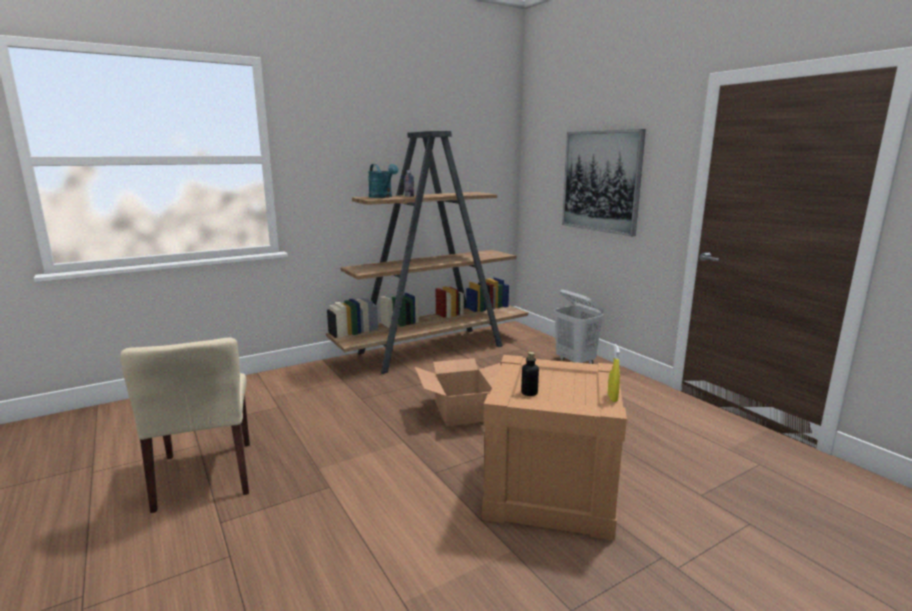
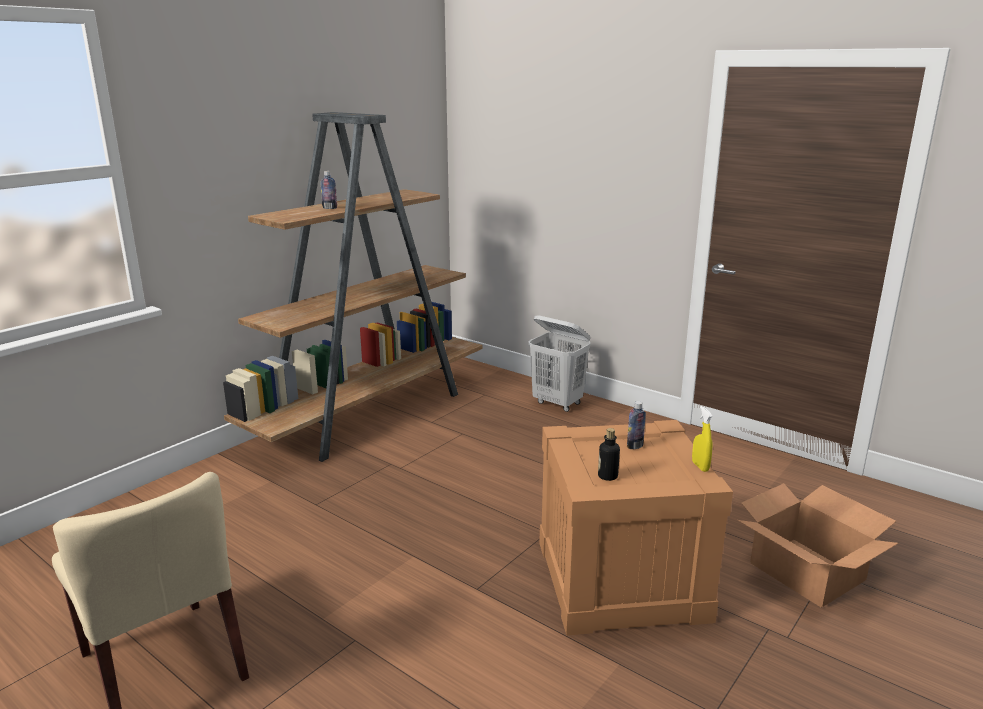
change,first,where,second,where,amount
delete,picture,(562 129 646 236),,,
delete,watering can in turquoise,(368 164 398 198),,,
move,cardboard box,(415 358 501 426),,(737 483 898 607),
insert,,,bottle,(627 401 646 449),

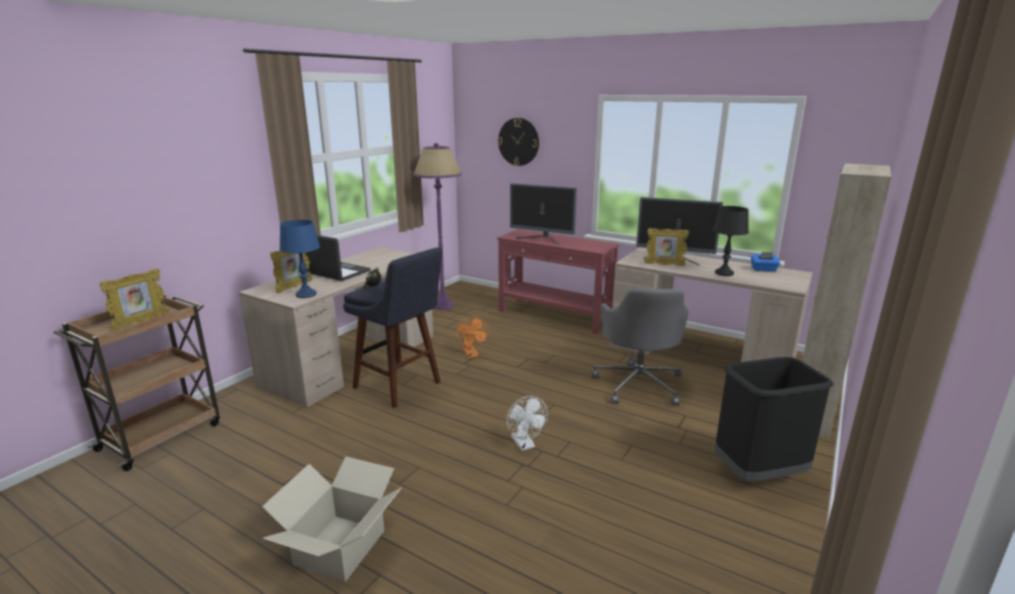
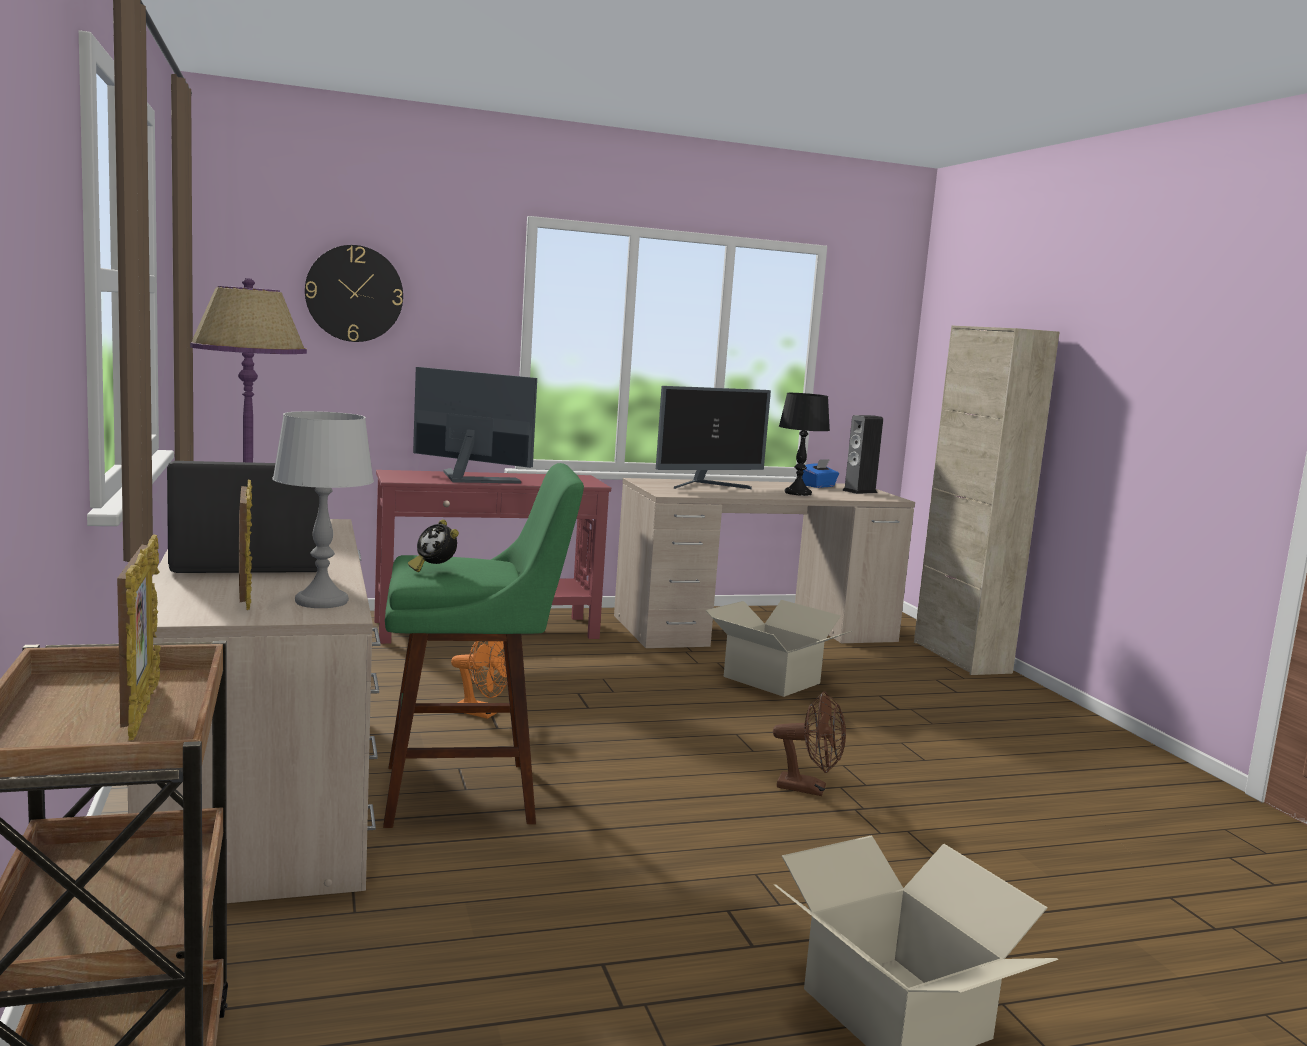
change,first,where,second,where,amount
rotate,monitor,(510 183 577 245),,(413 367 537 483),135 degrees counterclockwise
recolor,table lamp in blue,(279 220 320 298),table lamp in grey,(272 411 374 608),
delete,picture frame,(645 228 689 266),,,
recolor,stool in blue,(343 247 442 408),stool in green,(383 463 584 828),
replace,office chair in grey,(591 288 689 405),cardboard box,(705 600 852 697),
delete,trash can in black,(715 357 834 481),,,
recolor,fan in white,(507 396 548 451),fan in brown,(773 692 846 796),
insert,,,speaker,(842 415 883 494),

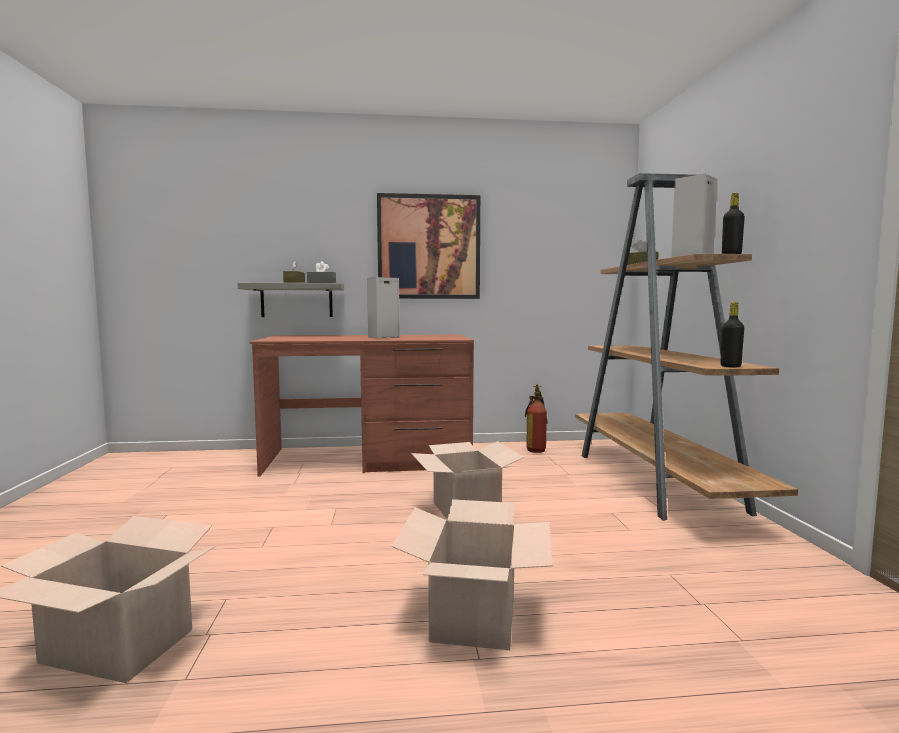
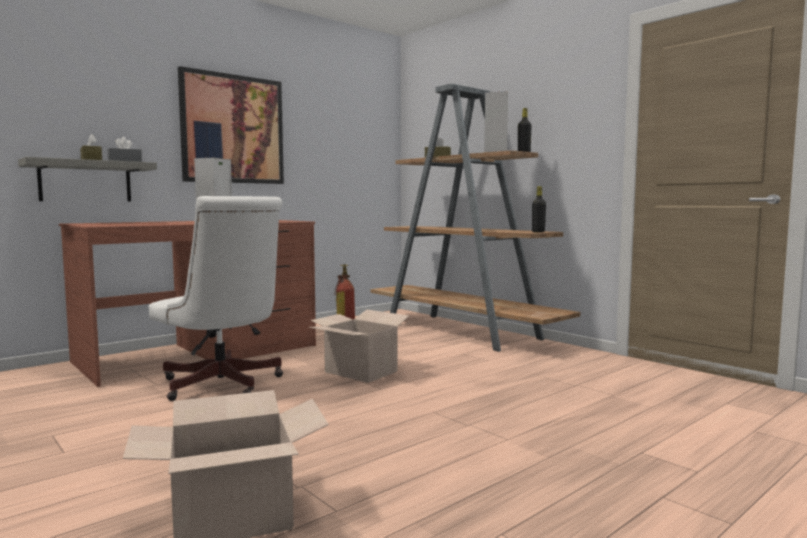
change,first,where,second,where,amount
delete,cardboard box,(392 499 553 650),,,
insert,,,office chair in white,(149 196 283 401),

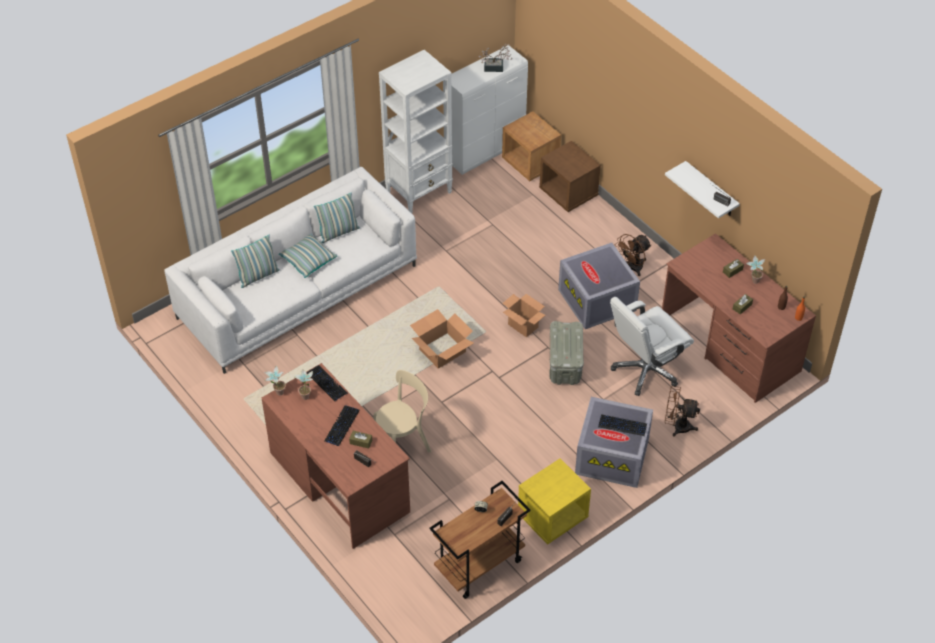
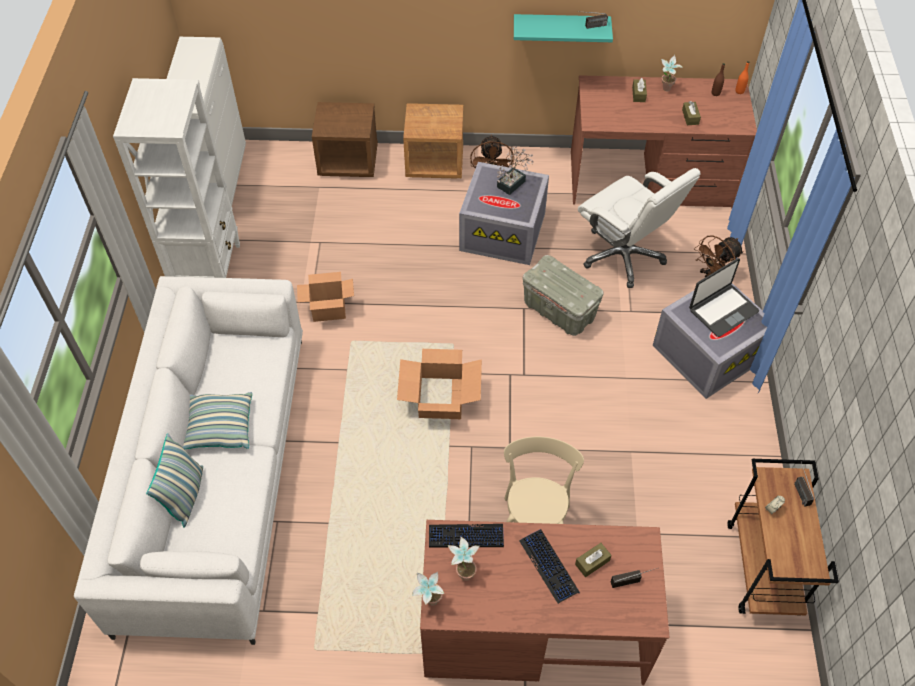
change,first,where,second,where,amount
move,potted plant,(479 44 512 72),,(497 146 533 195),
move,nightstand in brown,(502 111 561 181),,(403 103 463 179),
recolor,shelf in white,(665 161 740 219),shelf in turquoise,(514 14 613 42),
delete,pillow,(314 192 360 243),,,
move,cardboard box,(502 294 545 338),,(297 272 354 322),
rotate,office chair in white,(610 297 694 396),,(578 168 701 288),45 degrees counterclockwise
replace,keyboard,(598 414 647 436),laptop,(689 258 759 337),
delete,nightstand in yellow,(518 458 591 545),,,

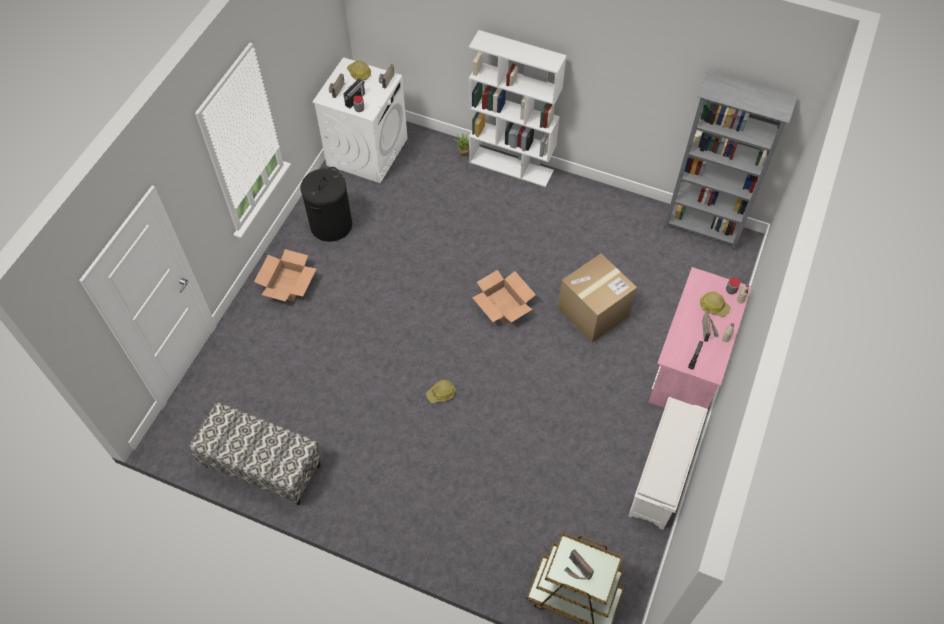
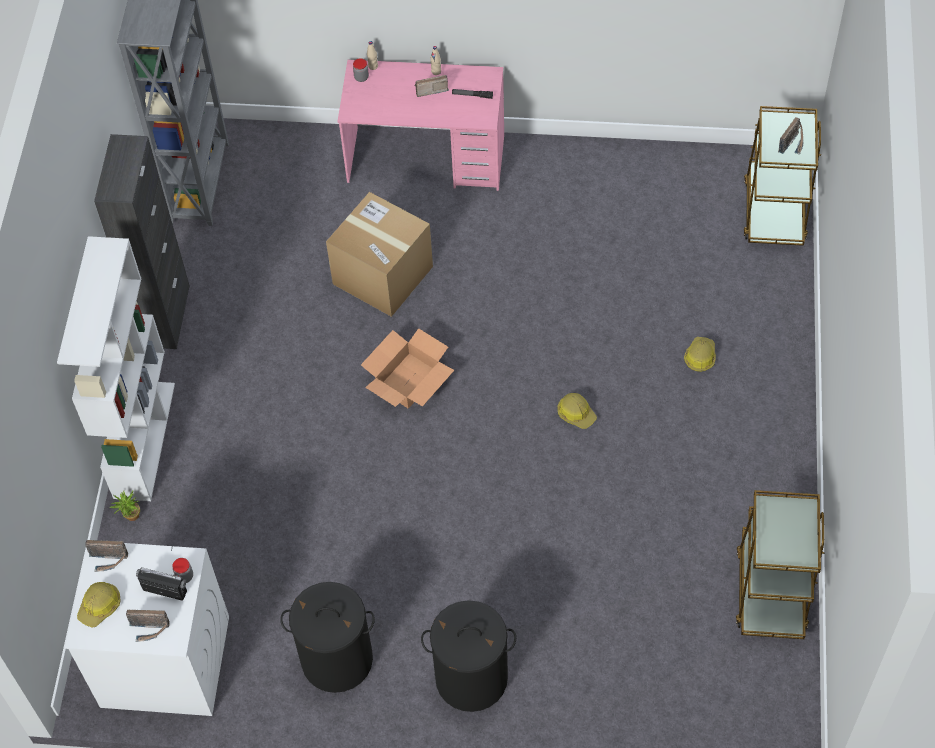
change,first,where,second,where,amount
replace,cardboard box,(254 249 316 302),laundry basket in black,(421 600 516 712),
move,hard hat,(700 292 731 317),,(684 337 716 372),
delete,shoe rack in white,(629 397 708 530),,,
replace,bench,(189 402 322 505),cart in brown,(736 490 824 639),
insert,,,cabinet in black,(94 134 190 349),

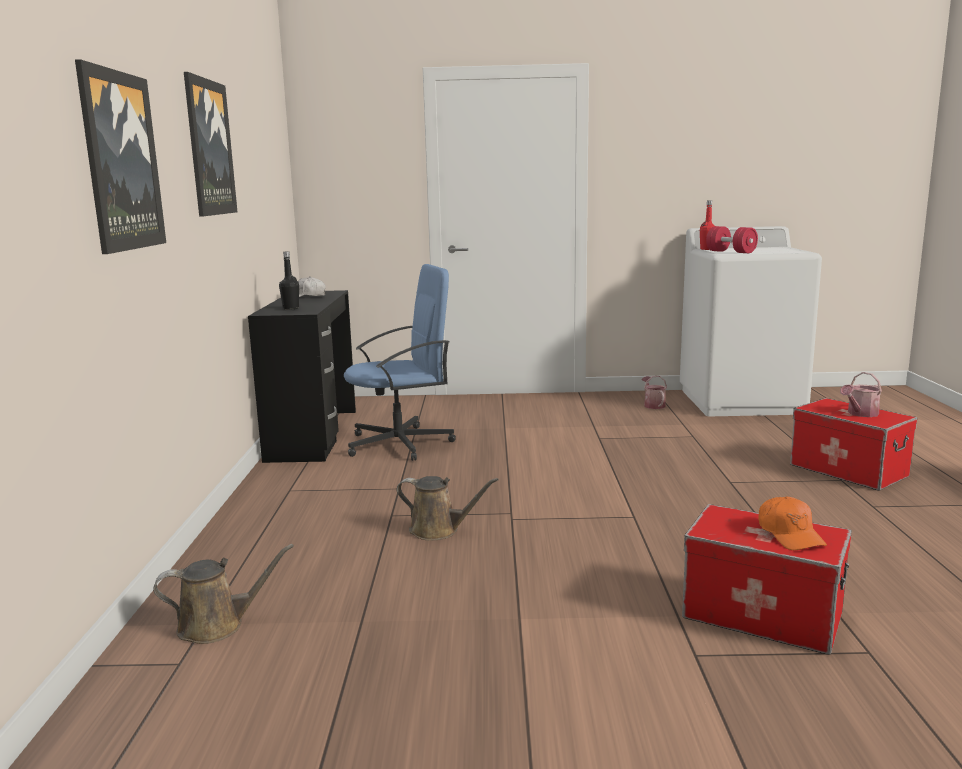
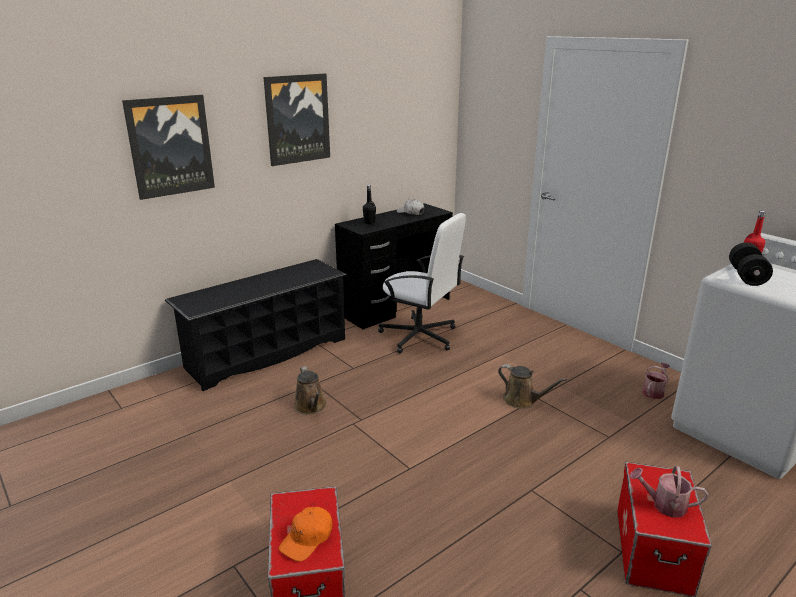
change,first,where,second,where,amount
recolor,dumbbell in red,(706 226 758 253),dumbbell in black,(729 243 773 286),
recolor,office chair in blue,(344 264 456 461),office chair in white,(378 213 466 353),
move,watering can in brown,(153 544 294 644),,(498 364 567 409),
insert,,,shoe rack in black,(165 259 347 391),

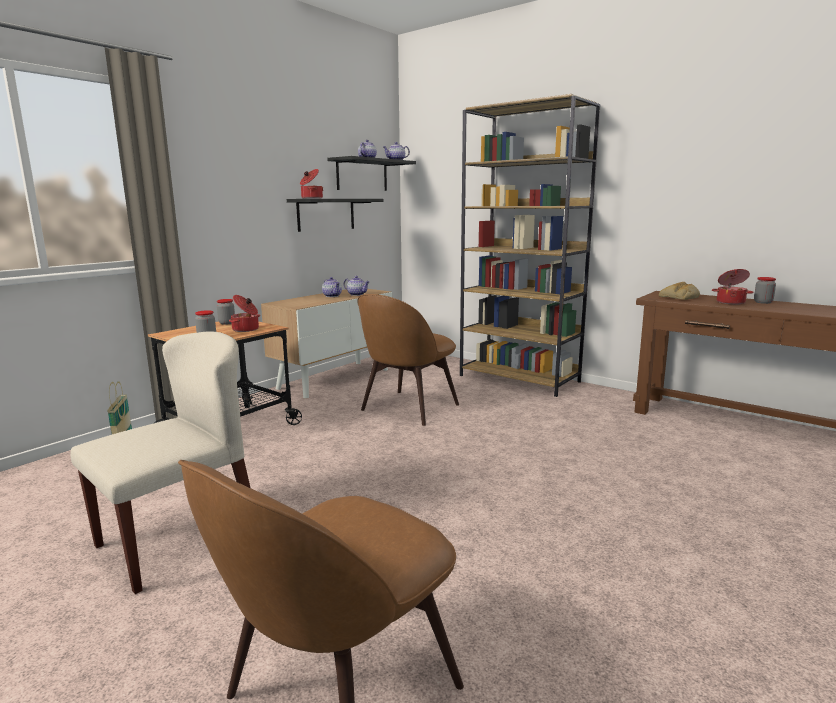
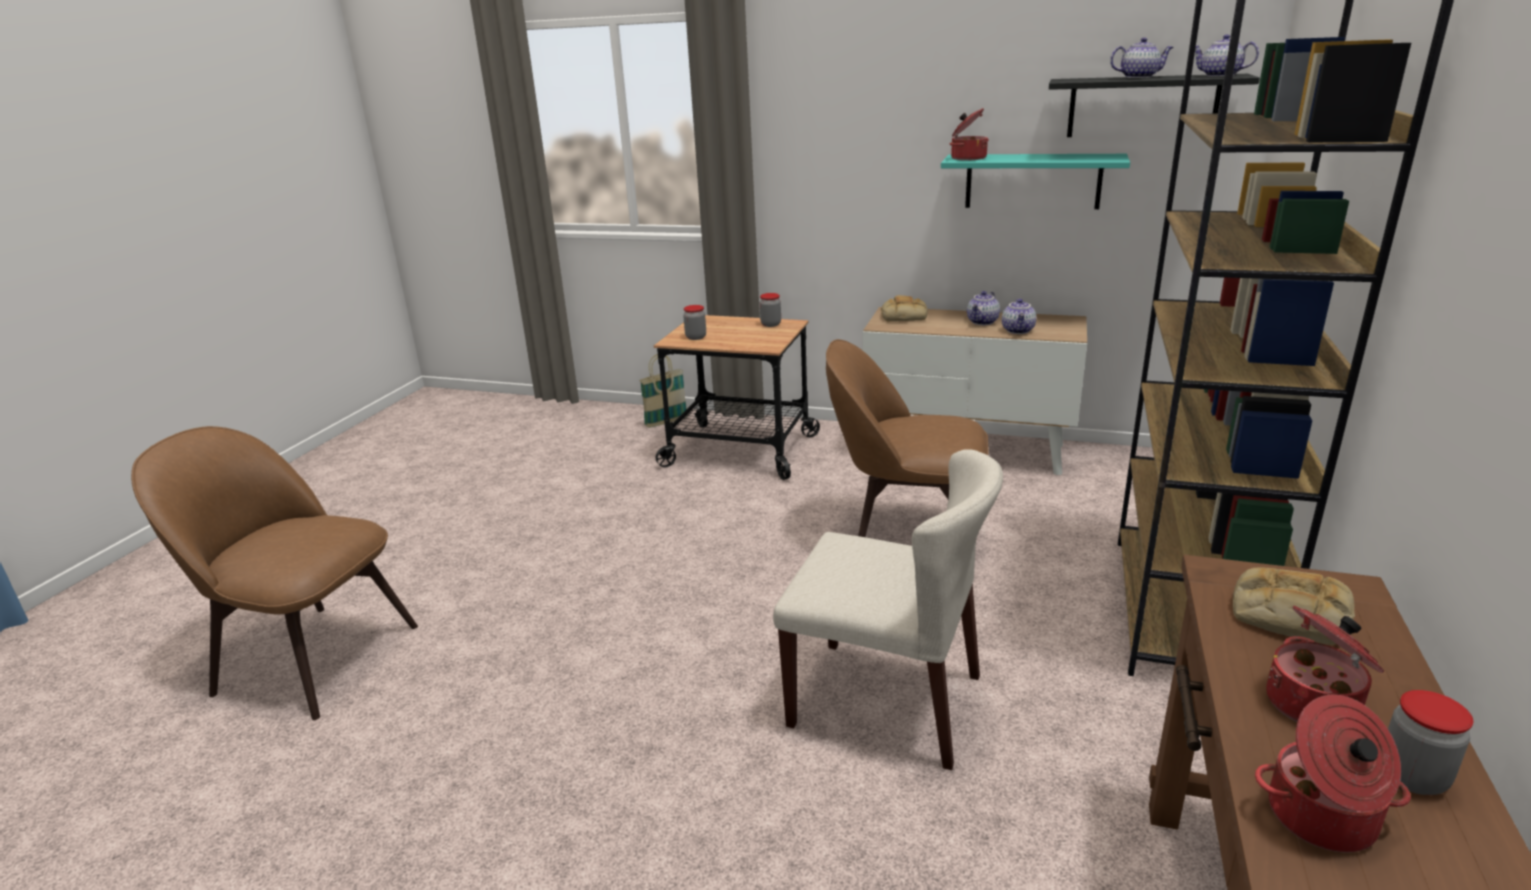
change,first,where,second,where,amount
recolor,shelf in black,(287 199 384 232),shelf in turquoise,(941 154 1130 209),
move,cooking pot,(229 295 260 332),,(1255 695 1411 853),
move,chair in beige,(70 332 250 594),,(773 449 1003 770),
insert,,,bread,(881 295 928 322),

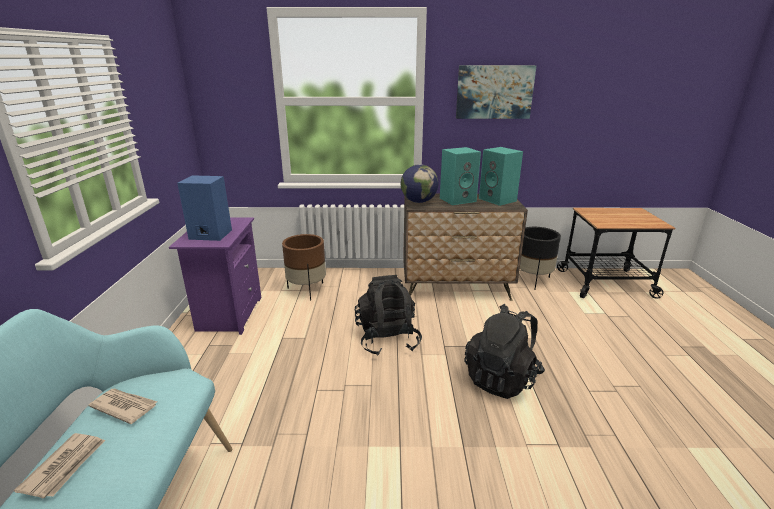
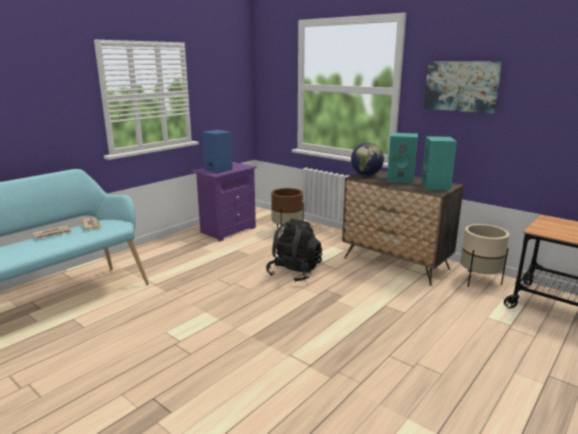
change,first,where,second,where,amount
recolor,planter in black,(520 227 561 290),planter in beige,(460 224 509 287),
delete,backpack in black,(464 304 545 399),,,

